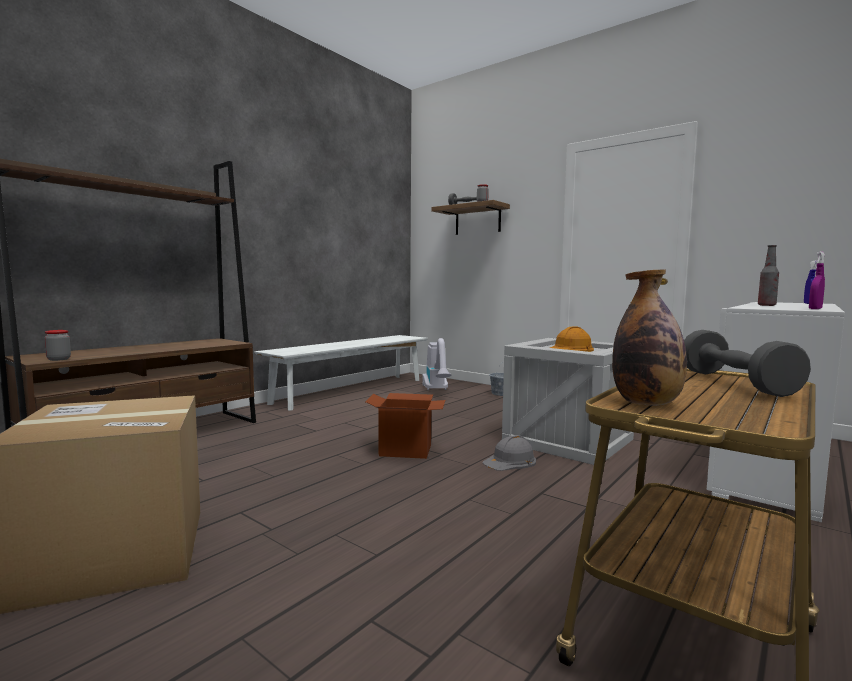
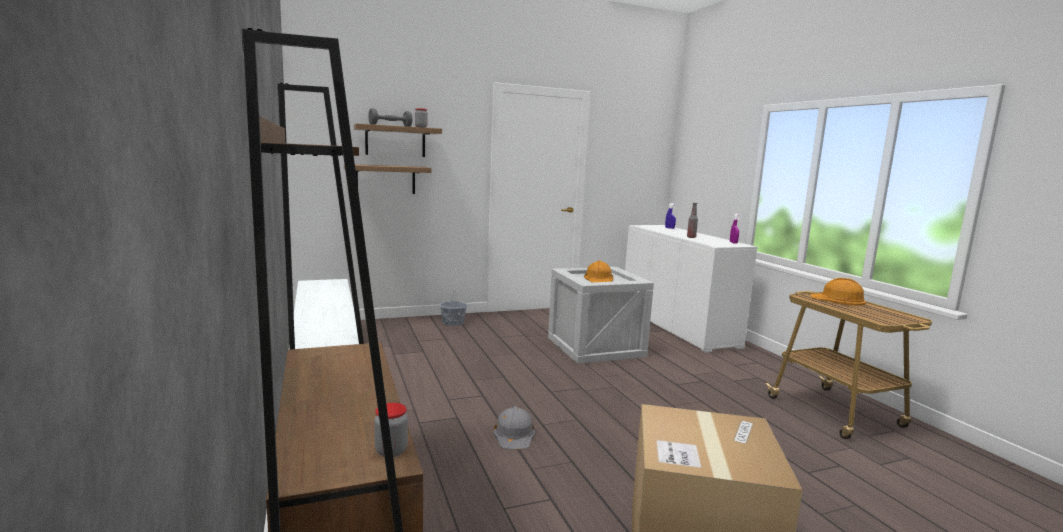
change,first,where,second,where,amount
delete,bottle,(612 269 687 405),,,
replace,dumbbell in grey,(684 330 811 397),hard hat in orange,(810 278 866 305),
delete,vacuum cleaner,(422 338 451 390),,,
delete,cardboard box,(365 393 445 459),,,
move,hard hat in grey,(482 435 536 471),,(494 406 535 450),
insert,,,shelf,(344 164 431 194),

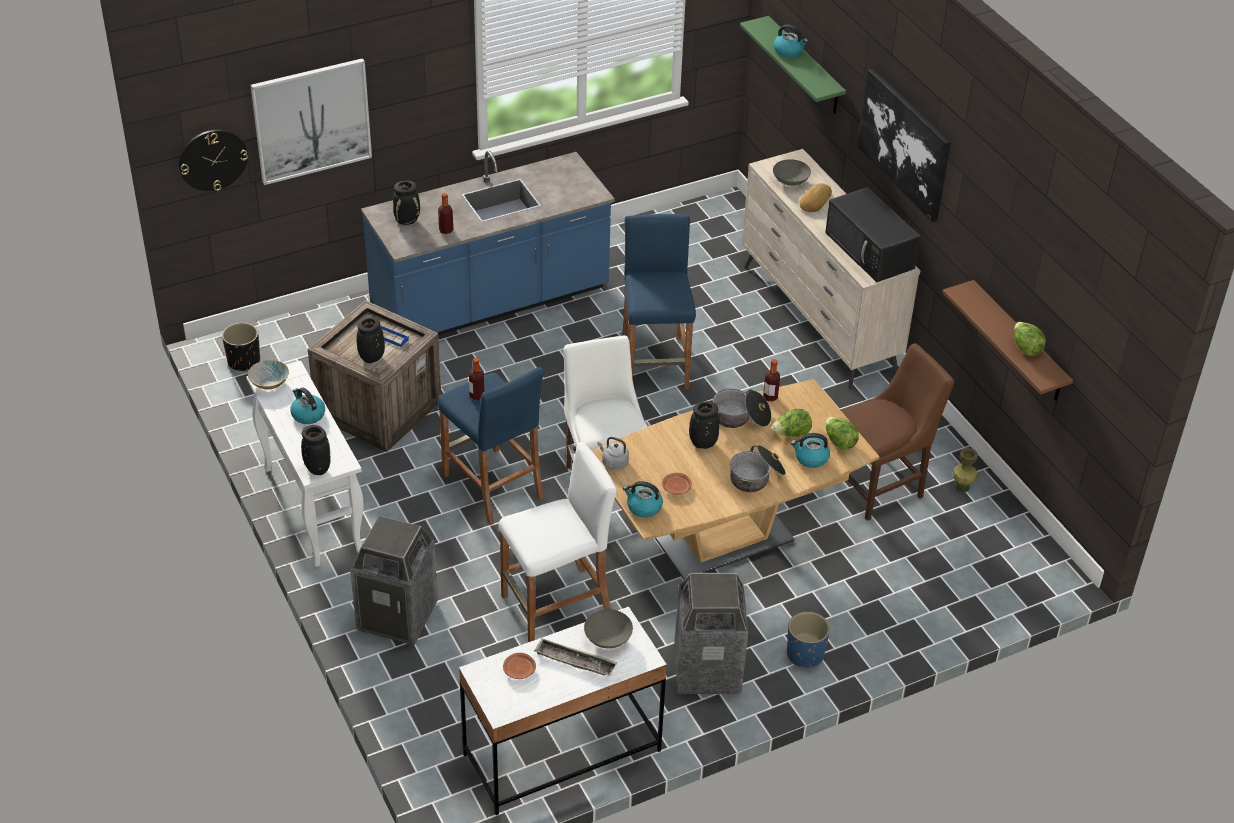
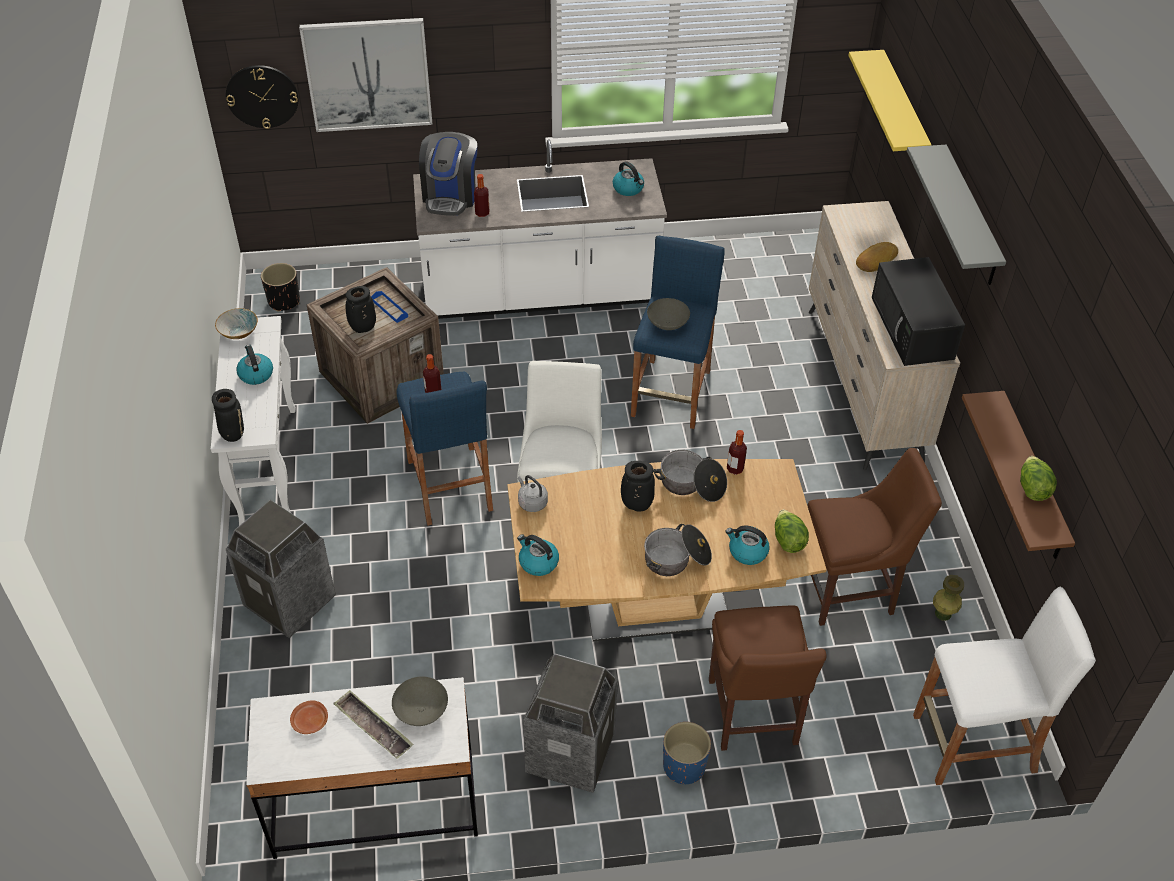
change,first,where,second,where,amount
recolor,shelf in green,(740 16 846 114),shelf in yellow,(848 50 931 151),
move,kettle,(774 25 808 58),,(613 161 644 196),
replace,picture,(858 69 951 222),shelf in grey,(907 145 1006 285),
recolor,counter in blue,(361 151 615 335),counter in white,(413 140 667 319),
move,bowl in grey,(773 159 811 186),,(647 298 690 330),
replace,vase in black,(393 181 420 225),coffee machine,(419 132 477 216),
delete,lettuce,(771 409 812 437),,,
move,stool in white,(499 442 617 642),,(913 586 1096 785),
delete,plate in brown,(662 473 692 494),,,
insert,,,chair in brown,(709 605 827 751),

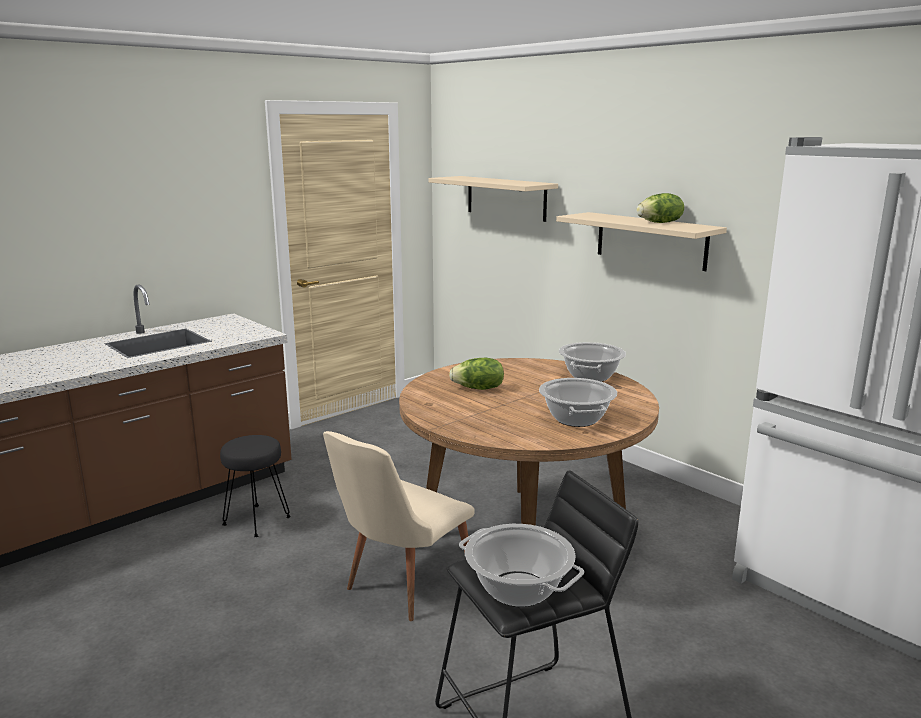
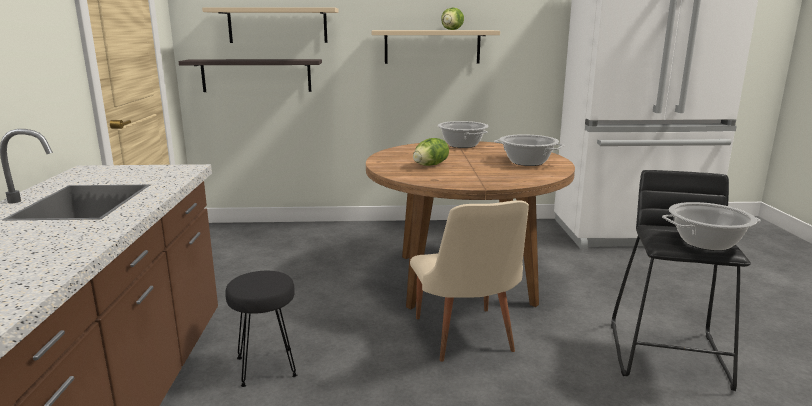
change,first,where,second,where,amount
insert,,,shelf,(179 59 322 92),

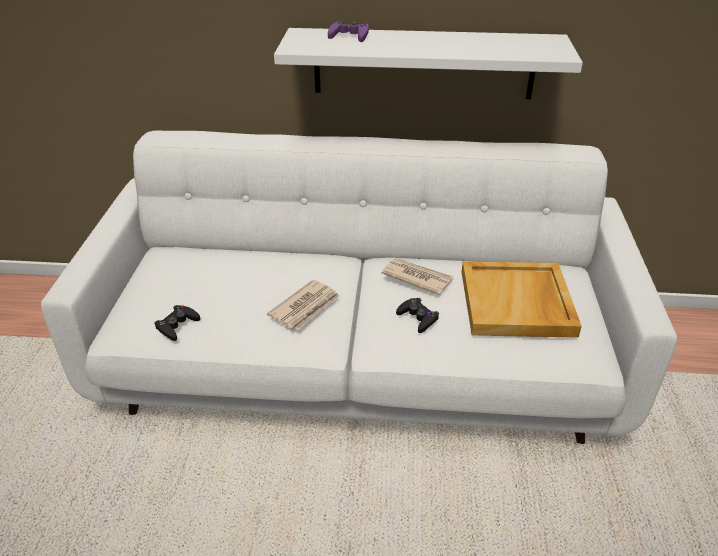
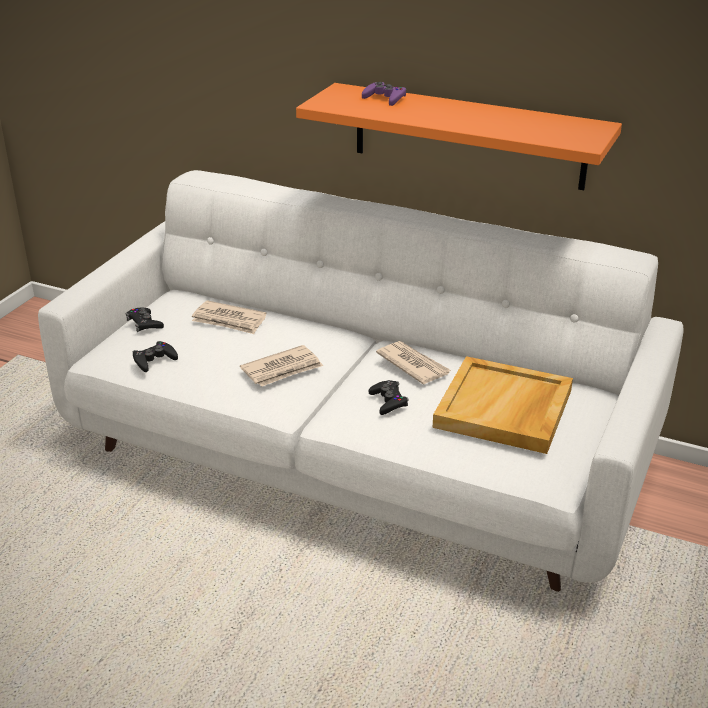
change,first,where,second,where,amount
recolor,shelf in white,(274 28 583 99),shelf in orange,(296 83 622 190),
insert,,,newspaper,(192 300 266 334),
insert,,,game controller in black,(126 308 164 332),

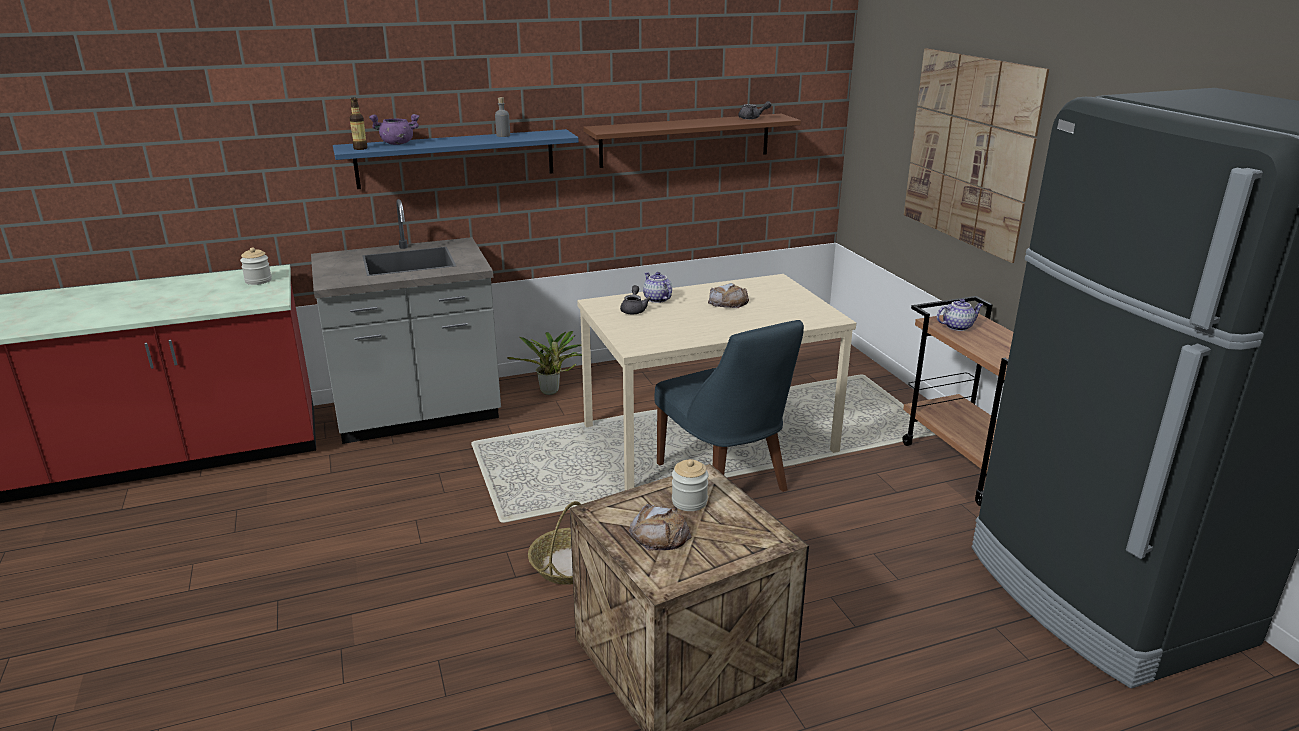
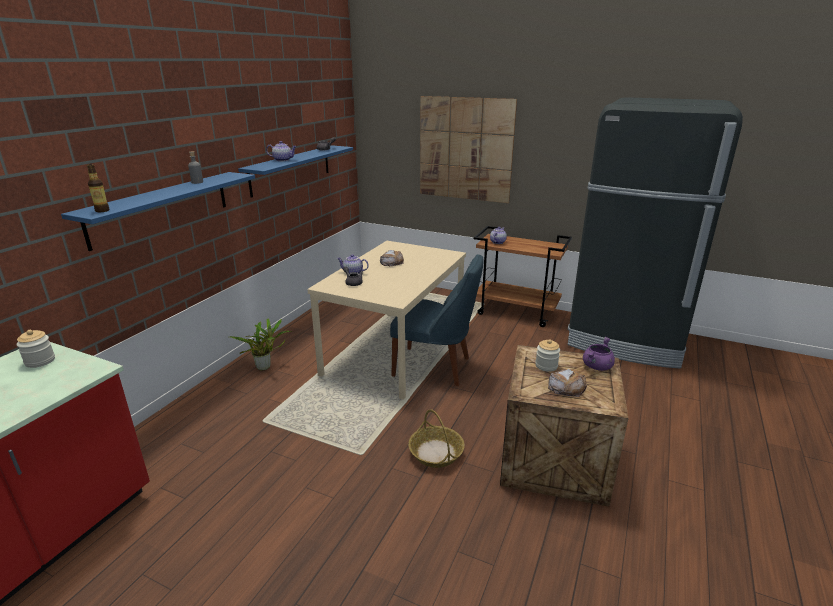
change,first,where,second,where,amount
move,cooking pot in purple,(369 114 420 145),,(583 337 615 371),
recolor,shelf in brown,(583 114 801 168),shelf in blue,(238 145 353 198),
delete,counter in grey,(311 199 501 444),,,
insert,,,teapot,(266 141 297 161),

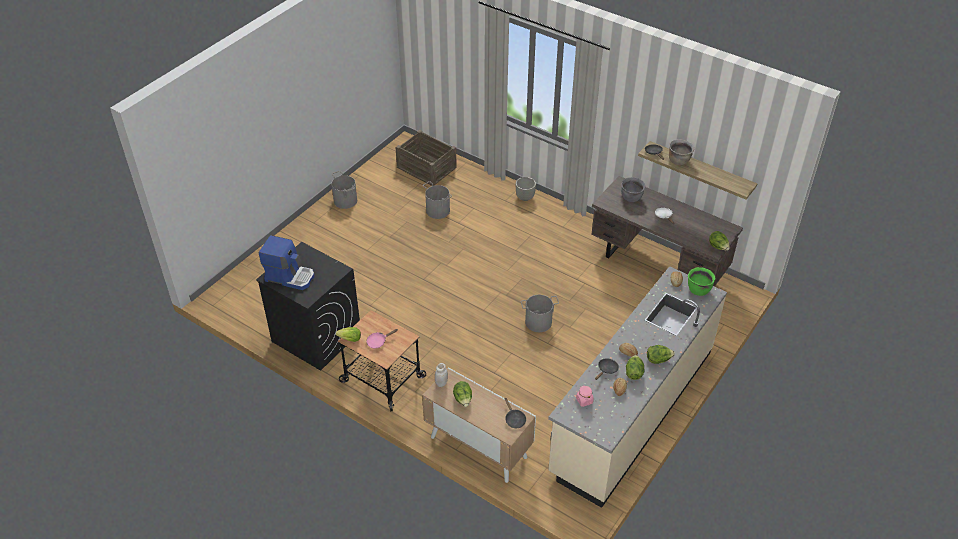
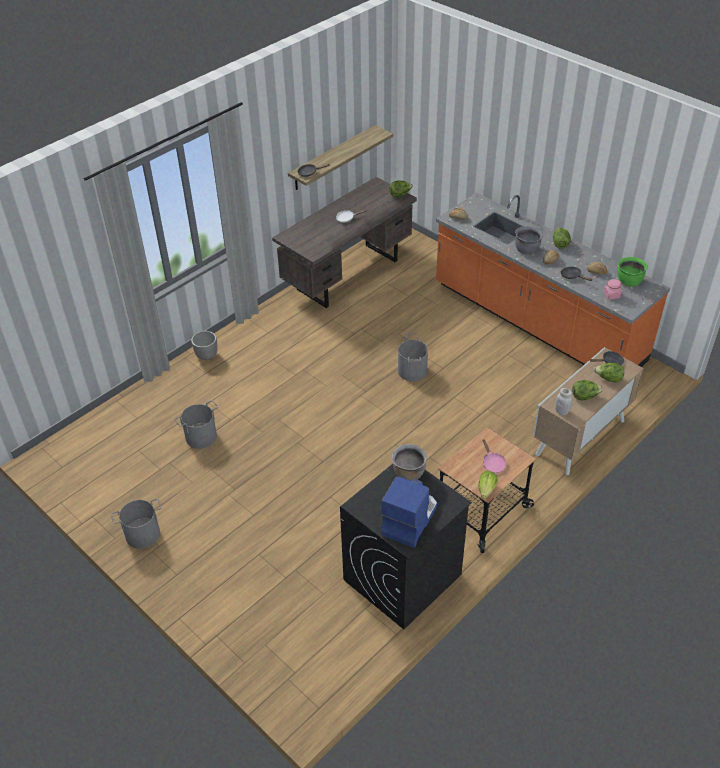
change,first,where,second,where,amount
delete,crate,(395 130 457 186),,,
move,cooking pot in brown,(669 139 694 165),,(392 444 427 481),
move,cooking pot in grey,(621 177 645 202),,(515 226 543 254),
recolor,counter in beige,(548 266 727 508),counter in orange,(436 193 670 367),
move,cooking pot in green,(688 267 715 296),,(618 257 648 287),
move,lettuce,(626 355 644 380),,(594 363 624 383),

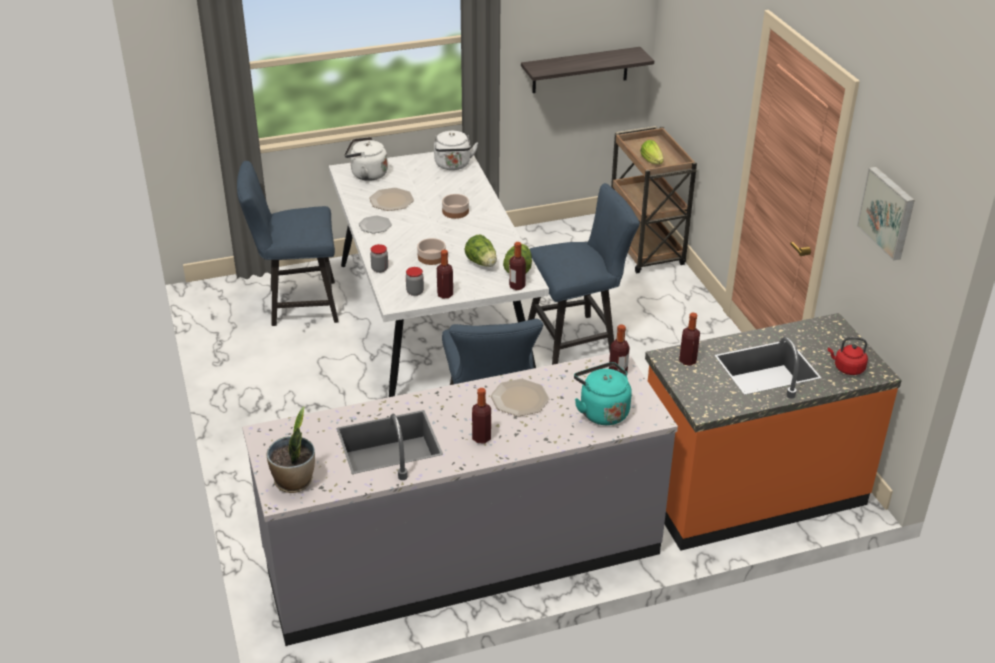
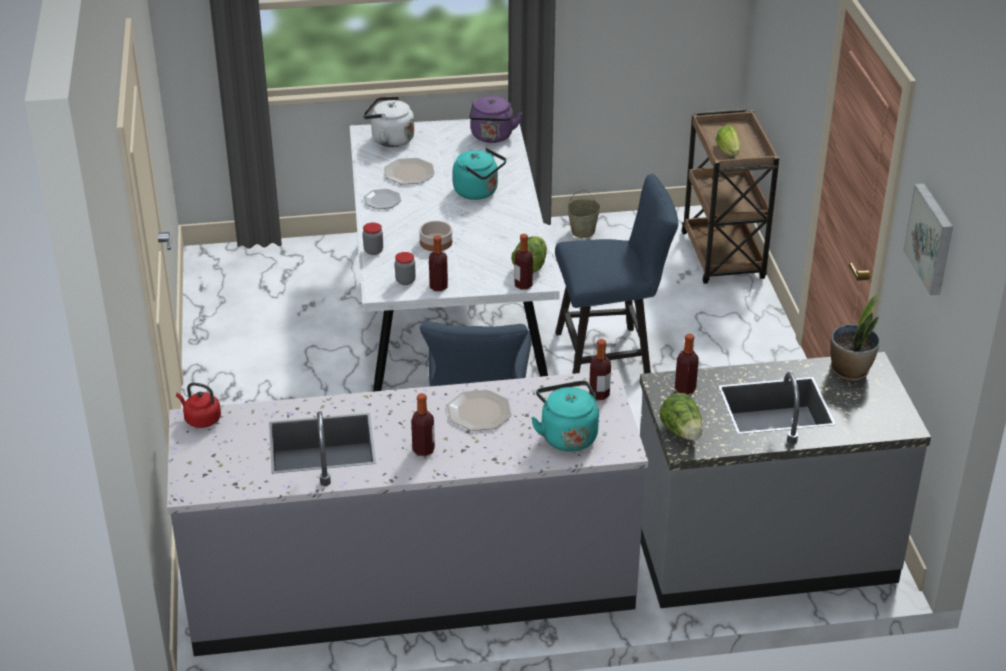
change,first,where,second,where,amount
delete,shelf,(521 47 654 93),,,
recolor,kettle in white,(434 131 478 170),kettle in purple,(469 96 523 143),
delete,chair in blue,(237 161 338 326),,,
replace,bowl,(442 194 469 219),kettle in turquoise,(453 148 506 200),
move,lettuce,(465 235 497 267),,(660 393 702 440),
recolor,counter in orange,(645 313 902 551),counter in grey,(640 352 931 608),
move,kettle in red,(828 337 868 375),,(176 382 221 428),
move,potted plant,(266 406 315 493),,(830 293 880 381),
insert,,,bucket in beige,(567 190 601 238),

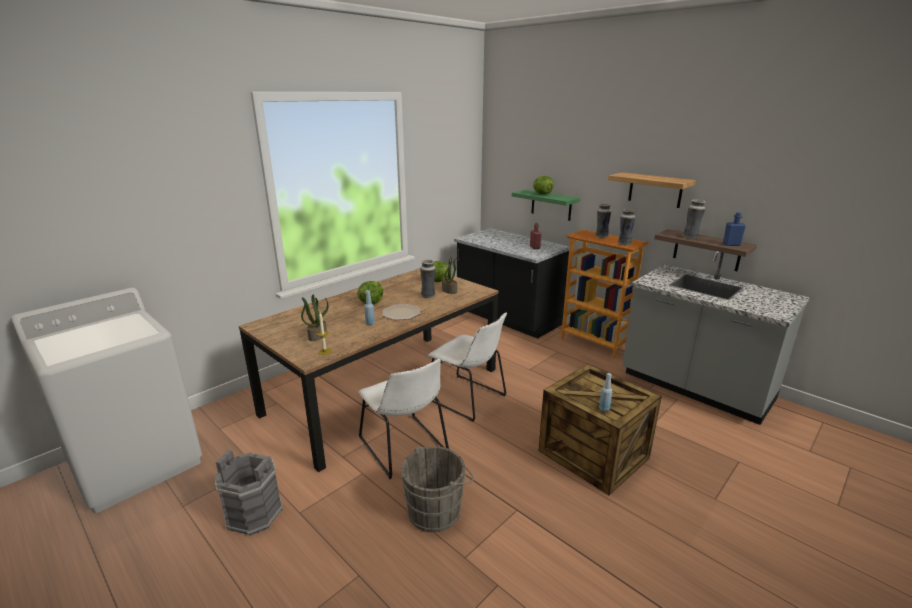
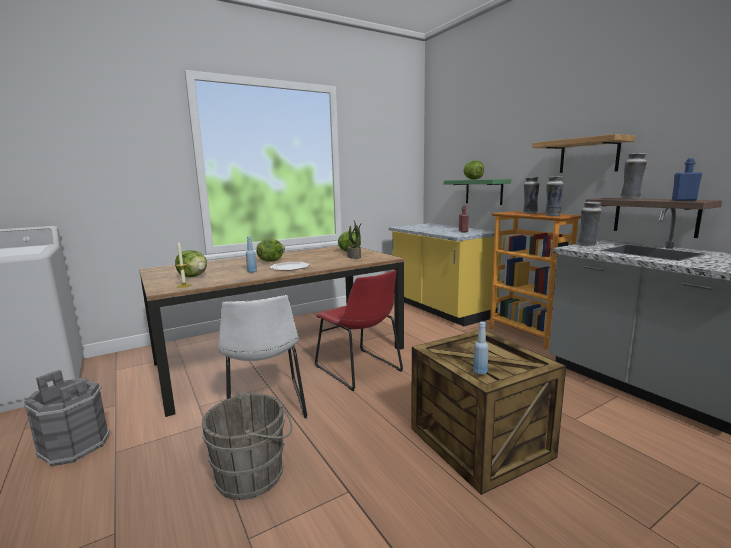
change,first,where,second,where,amount
recolor,counter in black,(454 228 570 338),counter in yellow,(389 223 502 326),
move,vase,(420 259 435 298),,(578 202 601 246),
replace,potted plant,(301 295 329 341),lettuce,(175 250 207 277),
recolor,chair in white,(428 313 507 422),chair in red,(315 270 403 391),

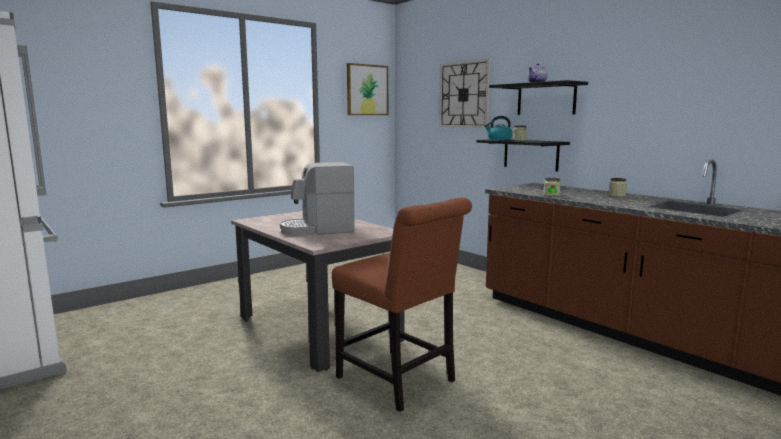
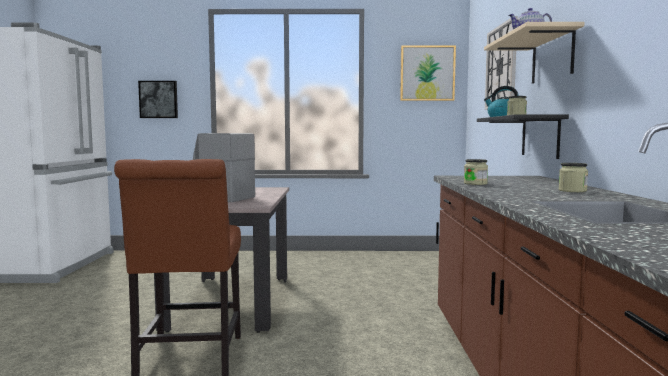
change,first,where,second,where,amount
recolor,shelf in black,(489 80 588 115),shelf in beige,(484 22 585 84),
insert,,,picture,(138 81 178 118),

